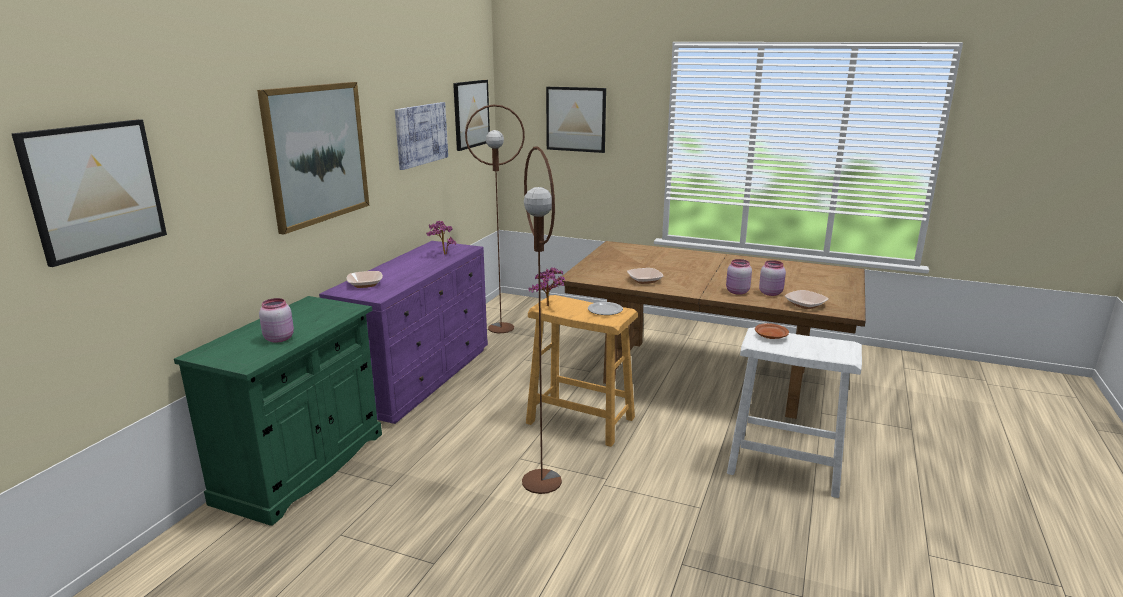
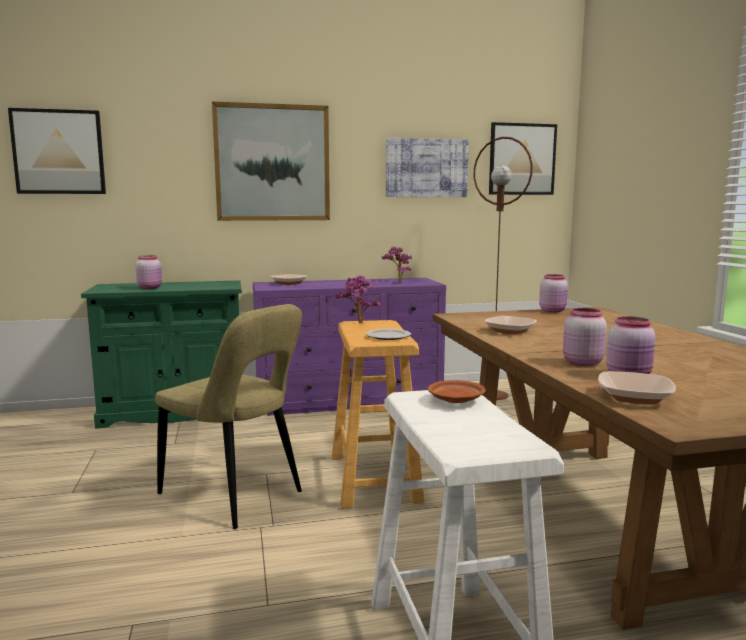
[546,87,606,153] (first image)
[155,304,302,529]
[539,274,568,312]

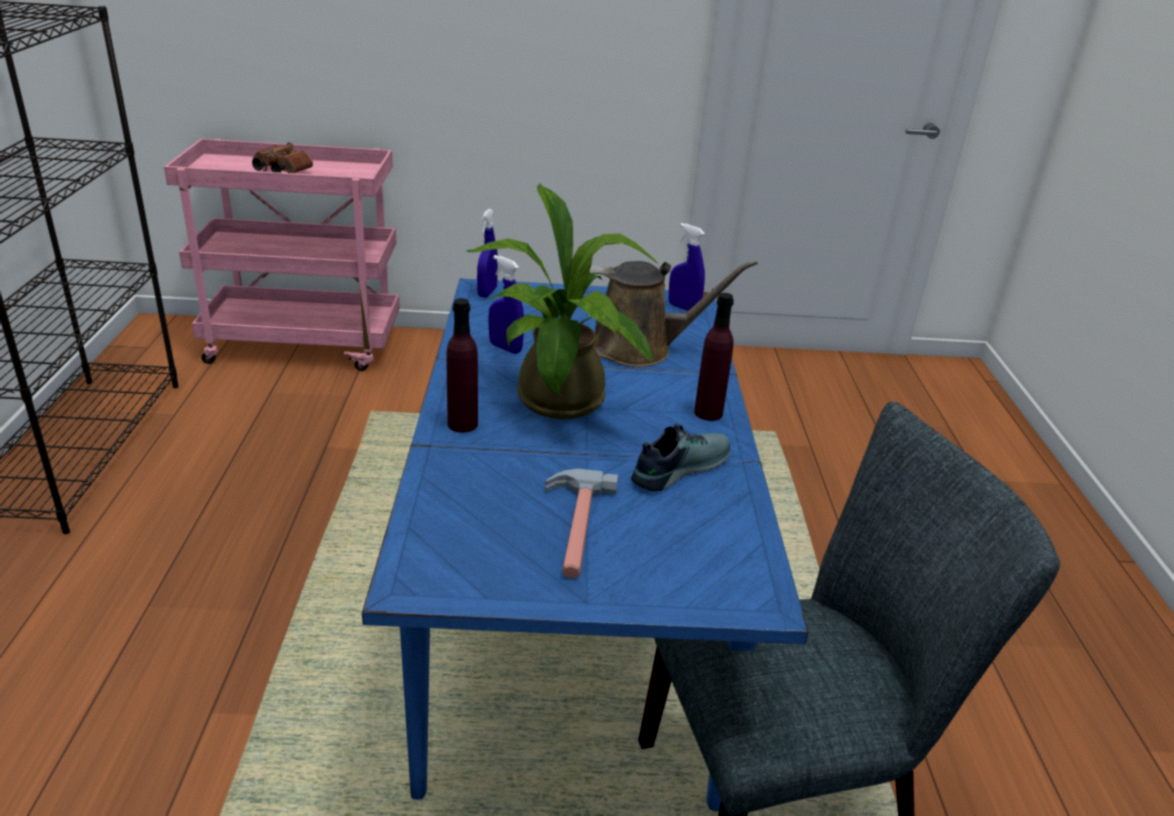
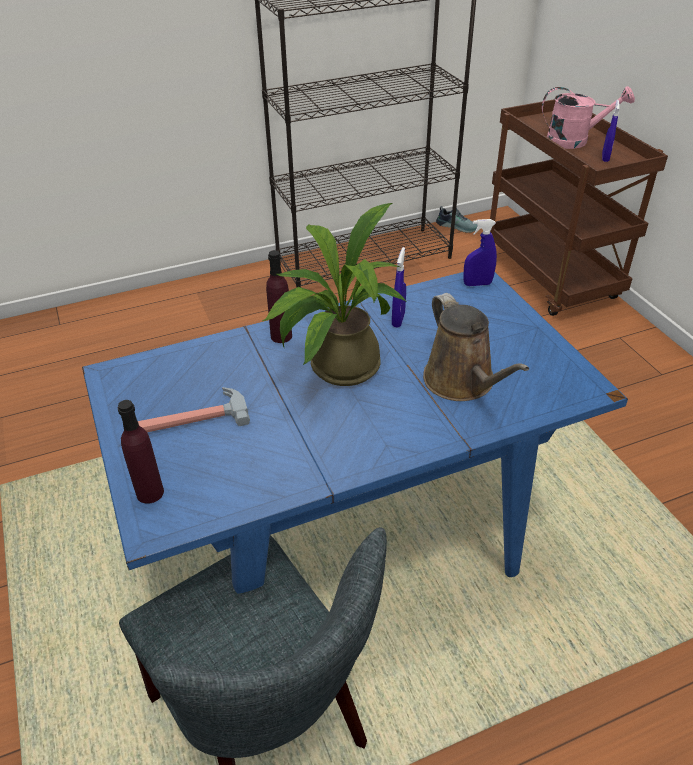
[490,99,668,316]
[542,86,635,149]
[602,100,620,162]
[118,400,164,504]
[436,206,478,233]

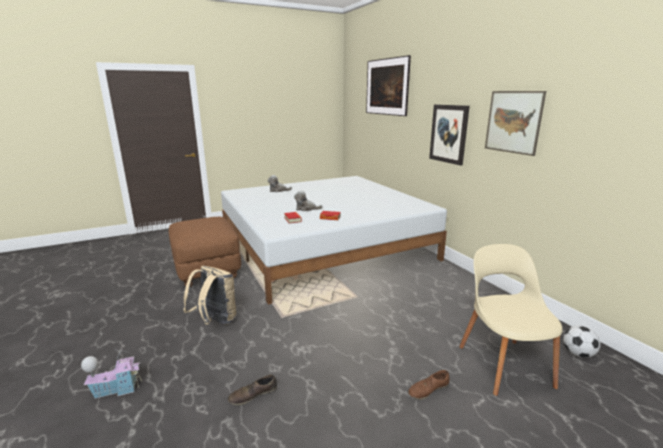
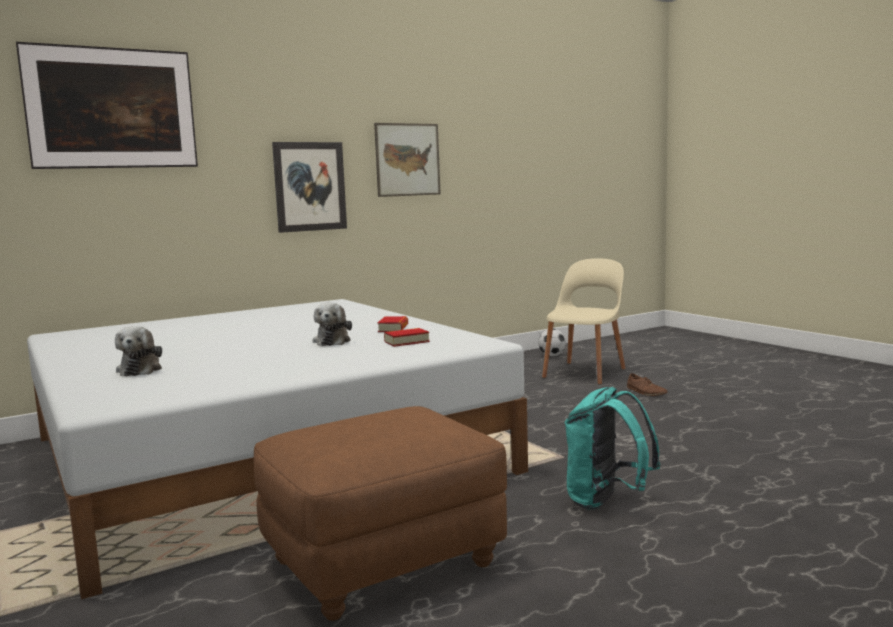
[542,258,626,385]
[564,387,661,510]
[81,349,142,399] (first image)
[228,374,277,405] (first image)

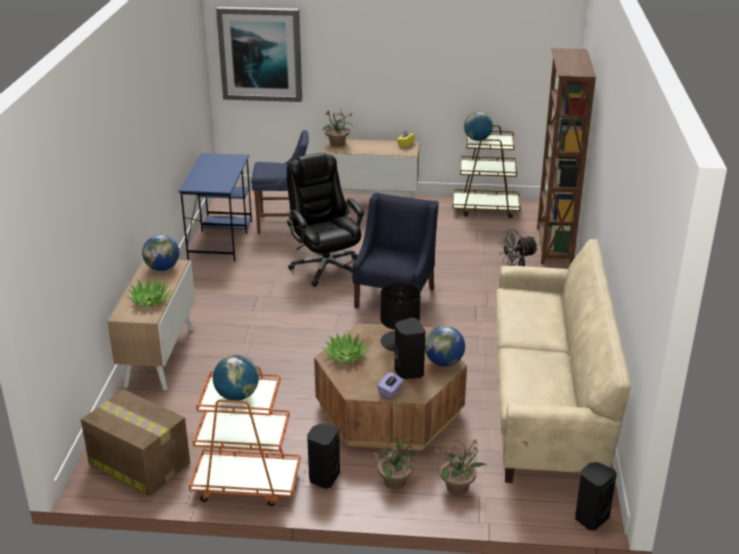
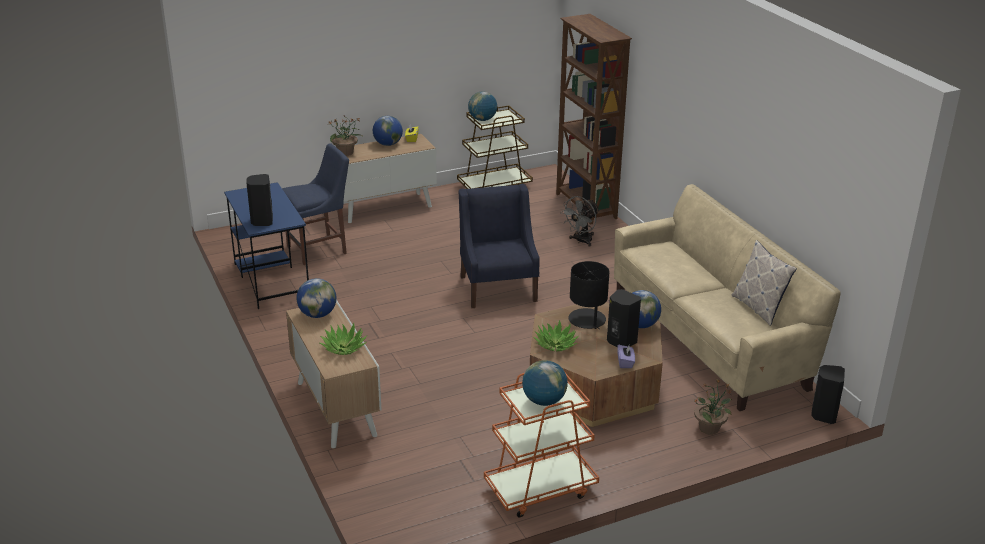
[216,7,302,102] (first image)
[287,153,364,287] (first image)
[81,390,190,496] (first image)
[246,174,273,226]
[372,430,419,489] (first image)
[373,116,403,146]
[731,240,797,326]

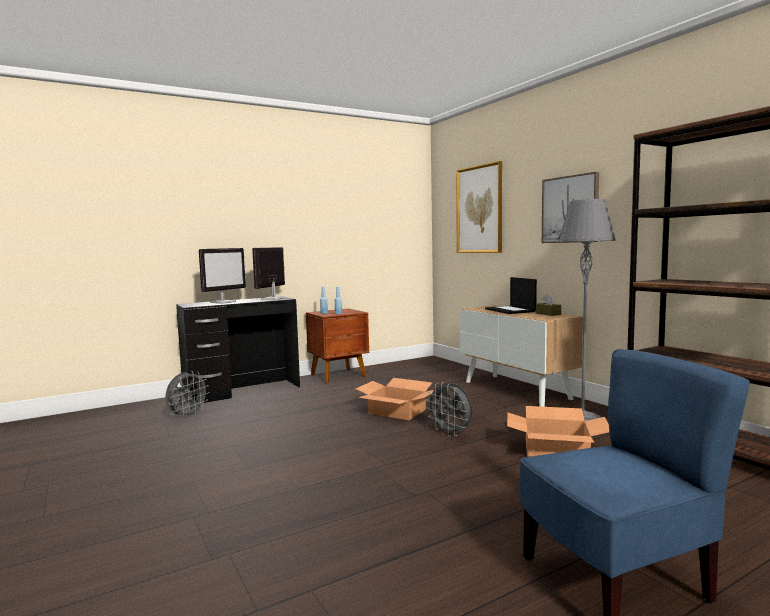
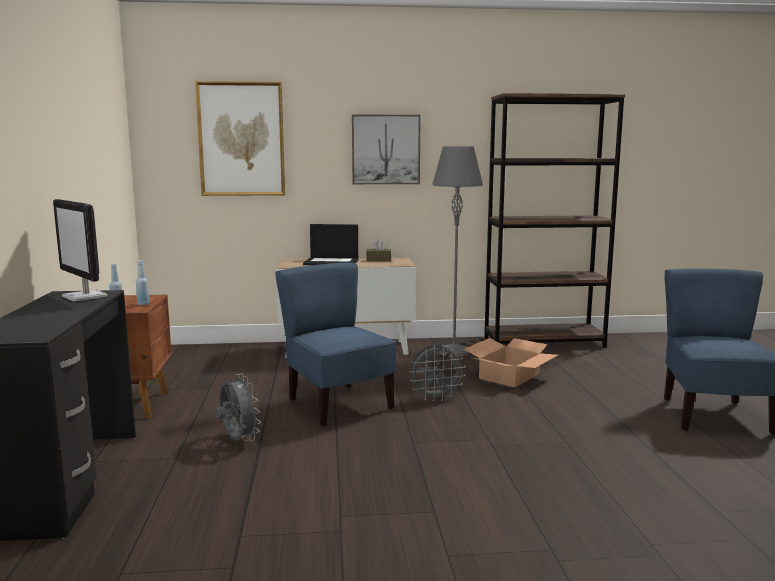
[199,248,246,304] (first image)
[216,374,261,442]
[275,263,397,427]

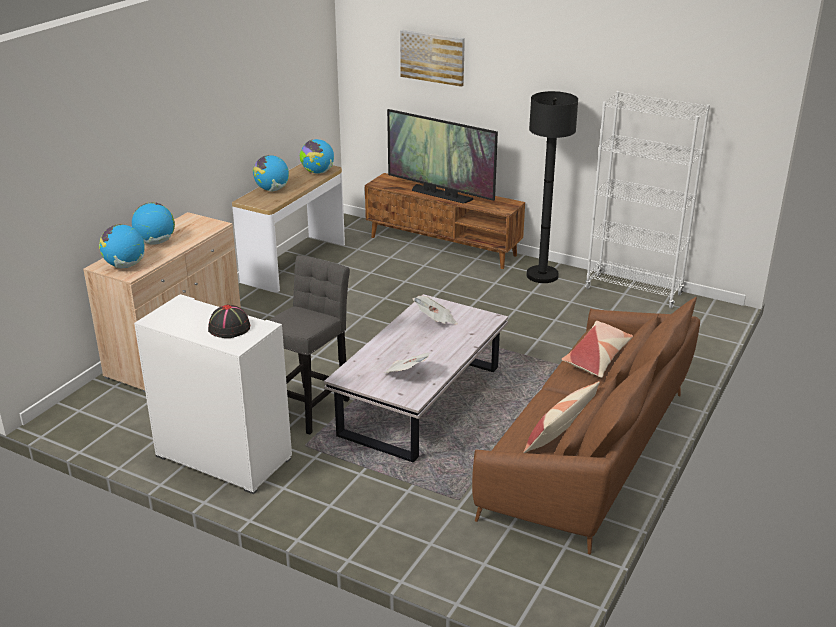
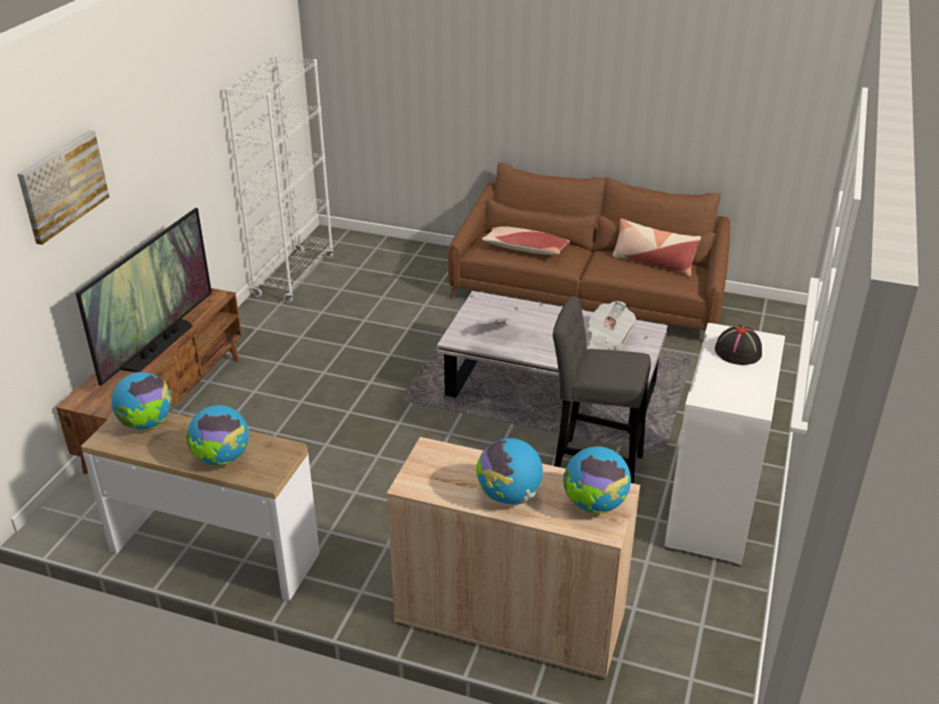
[526,91,578,283] (first image)

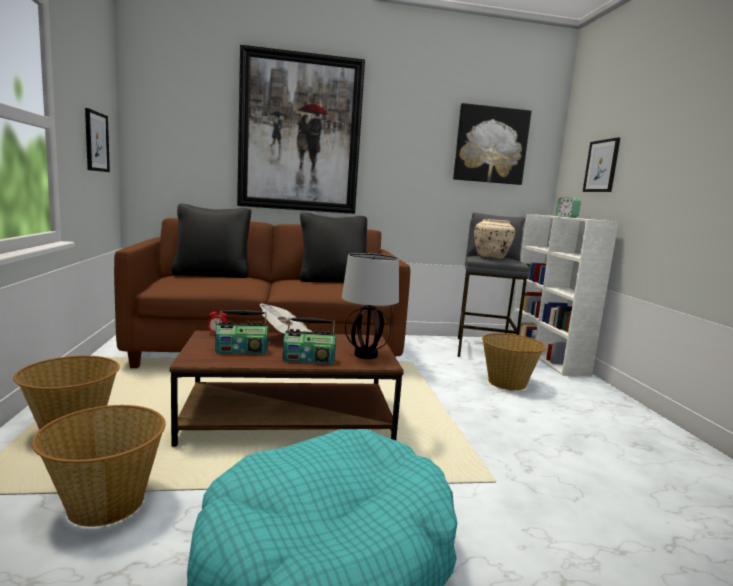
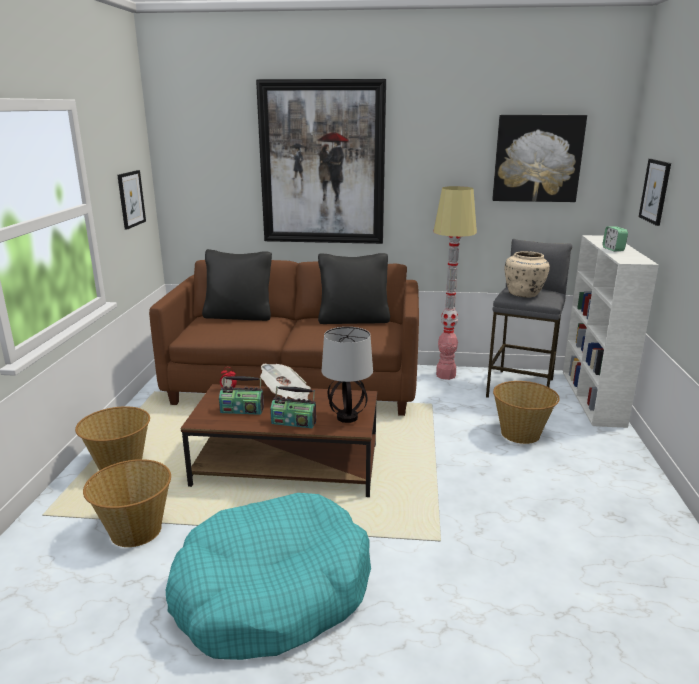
[433,186,477,380]

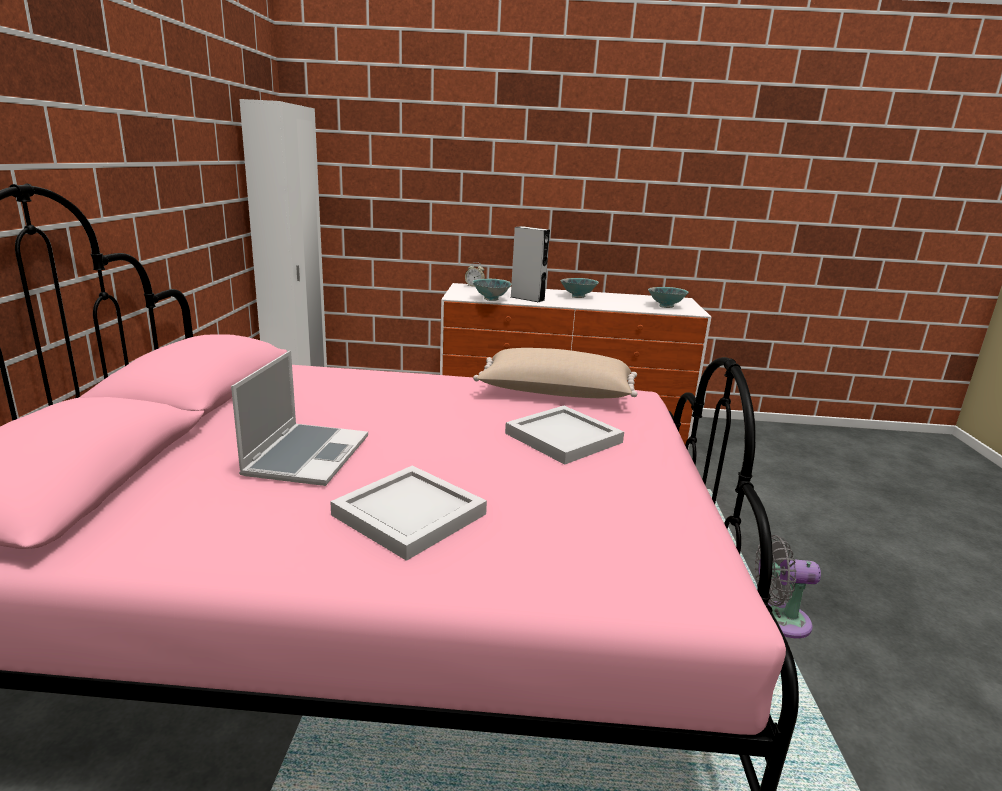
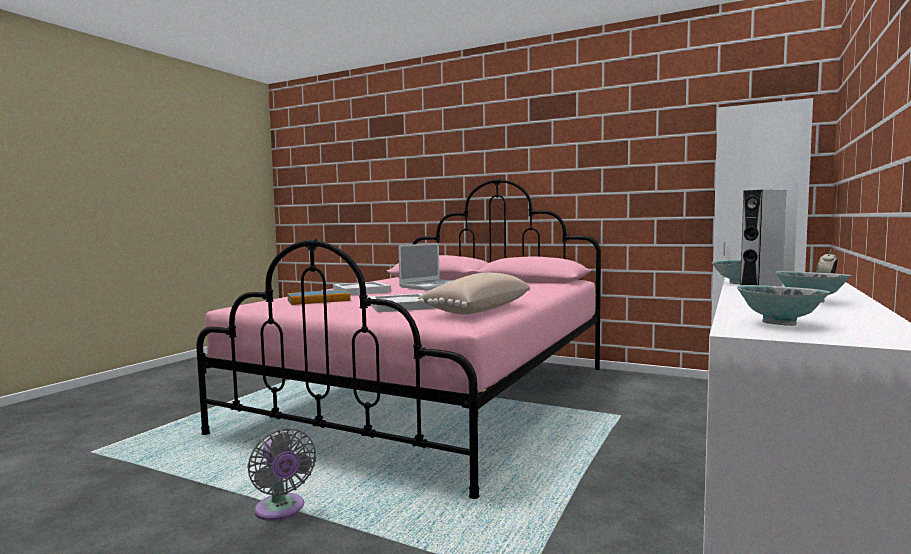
[398,243,453,290]
[247,428,316,521]
[287,290,350,305]

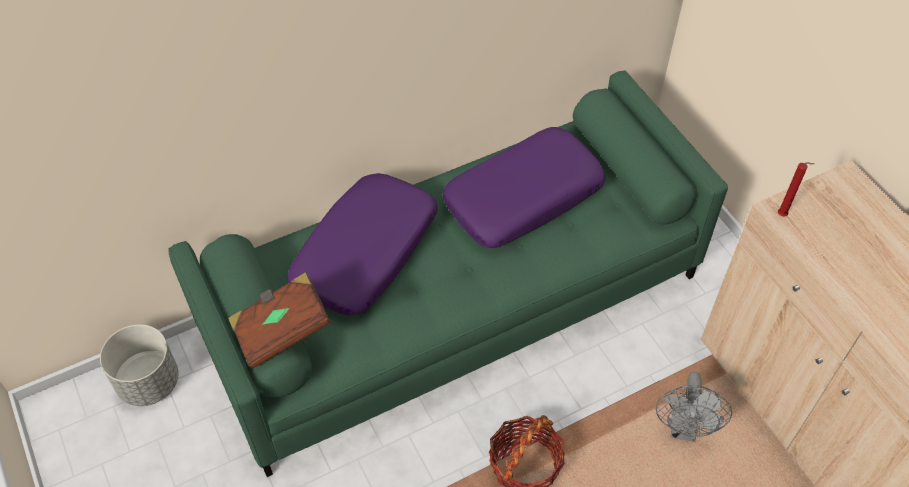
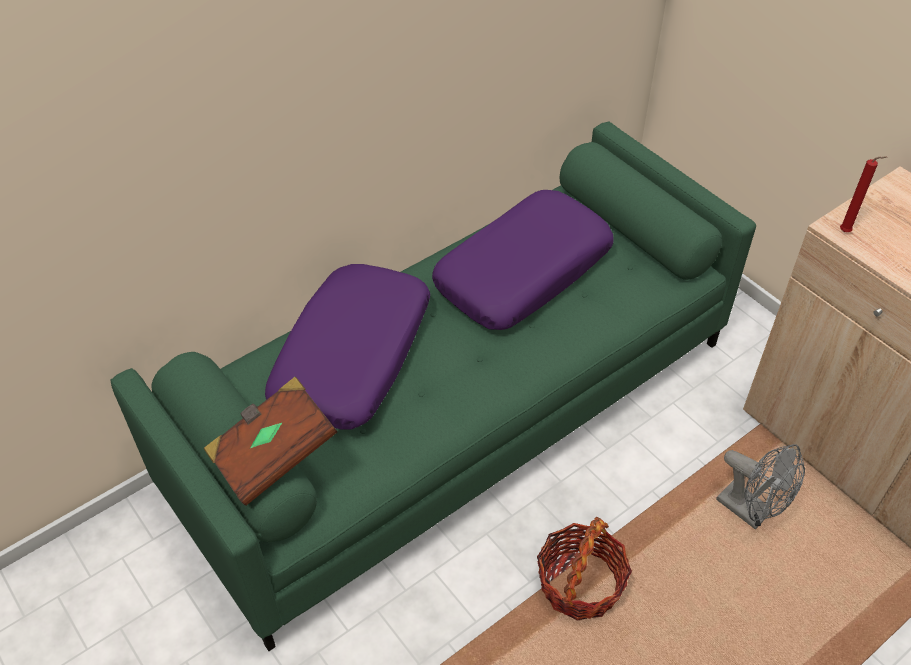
[100,324,179,406] (first image)
[716,444,805,529]

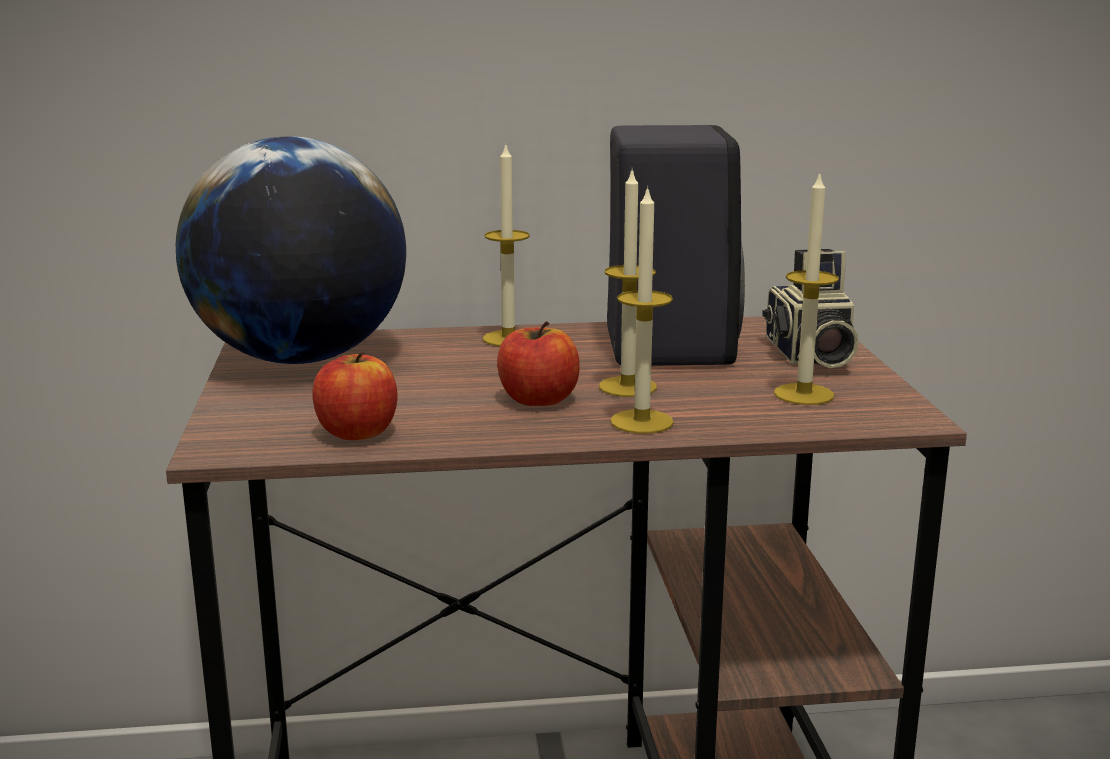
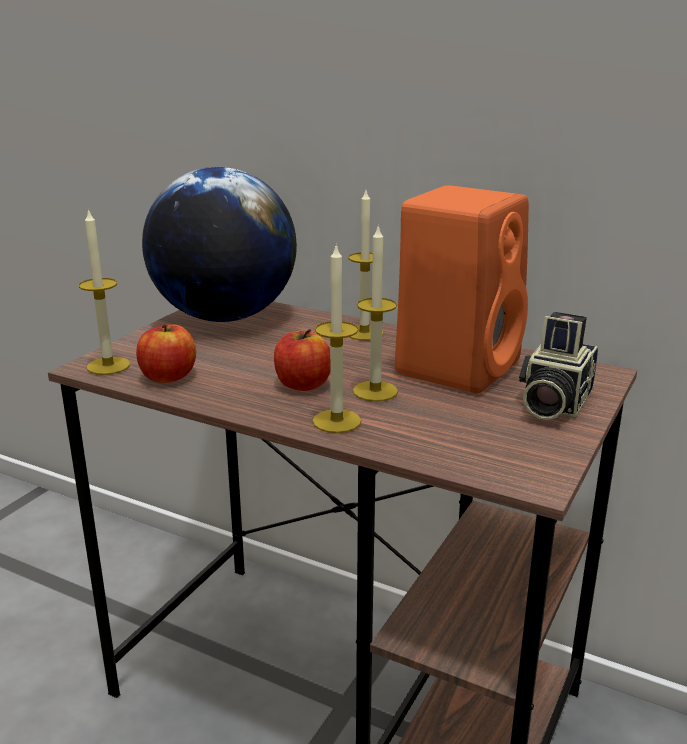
[395,185,529,394]
[79,208,130,375]

